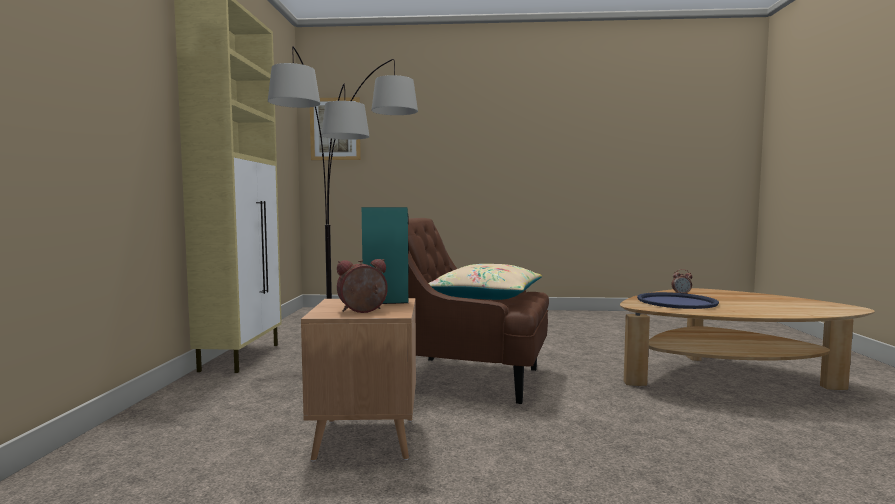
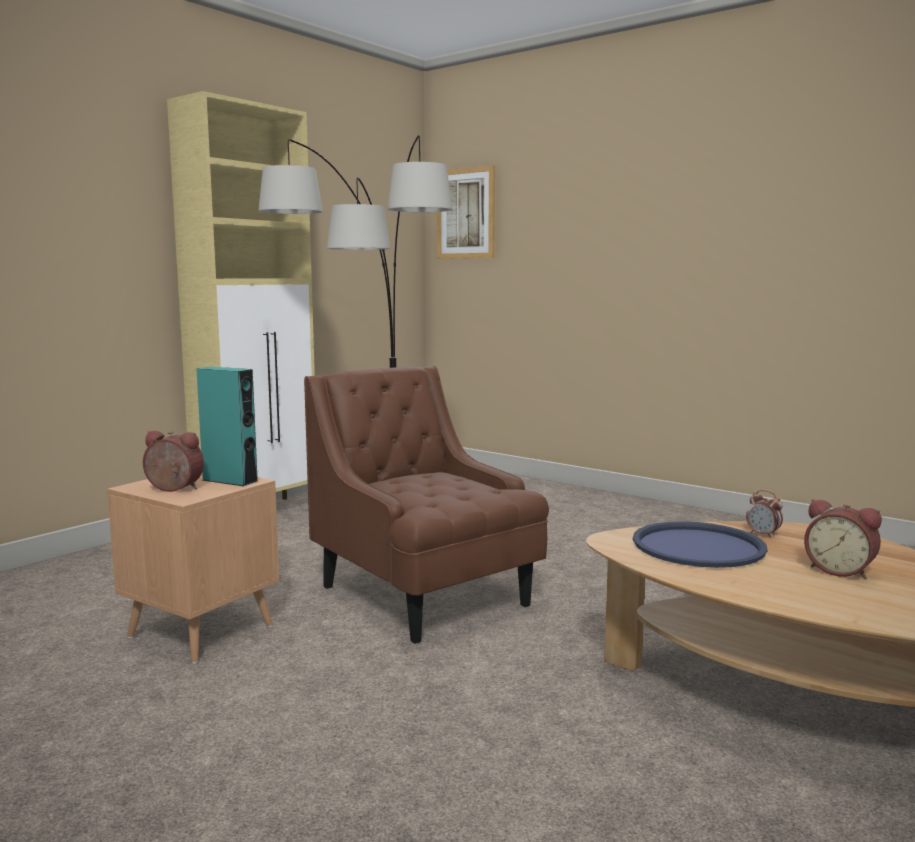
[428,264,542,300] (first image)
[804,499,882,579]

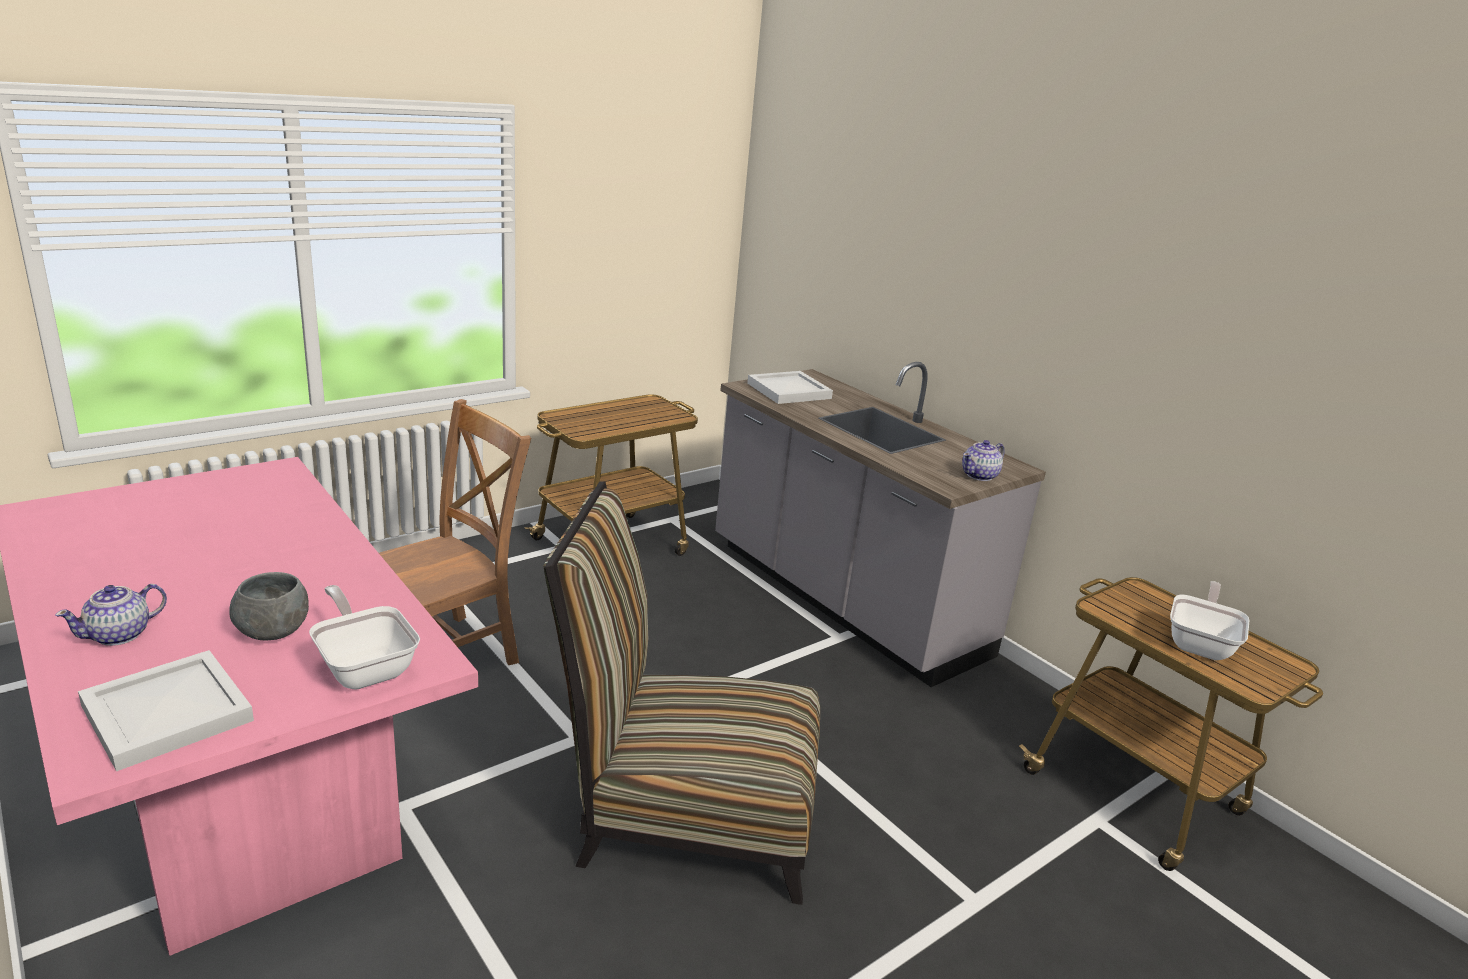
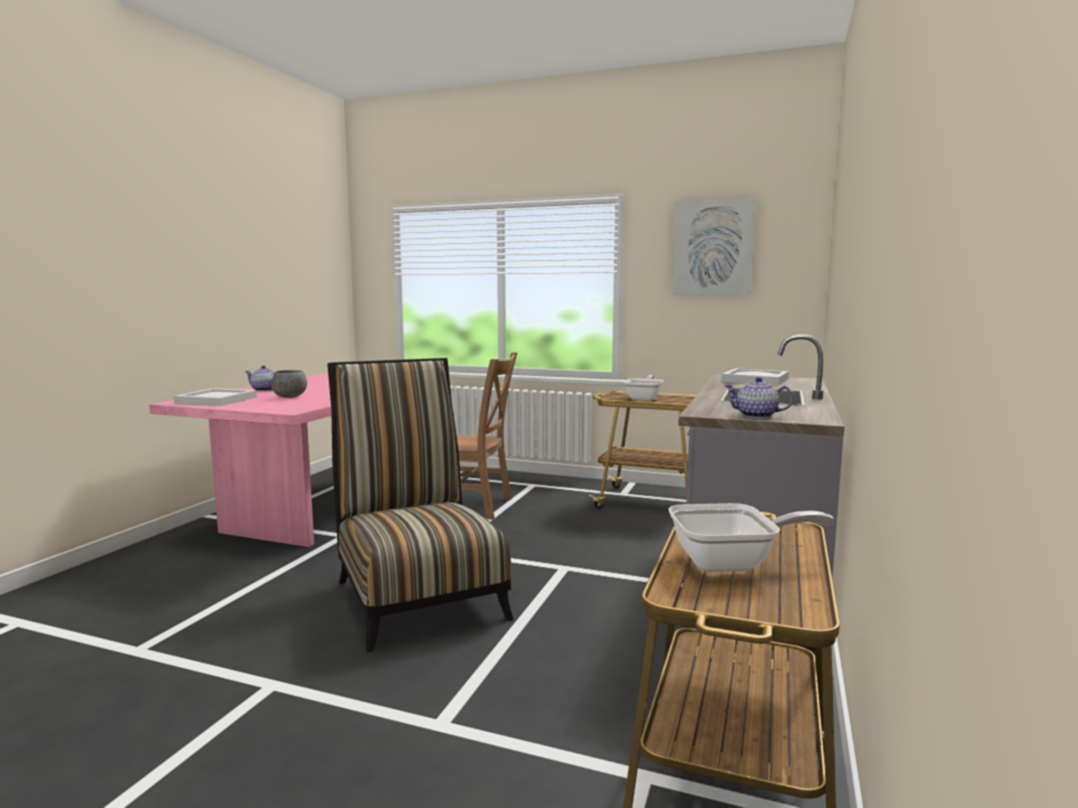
[624,375,664,401]
[672,199,756,295]

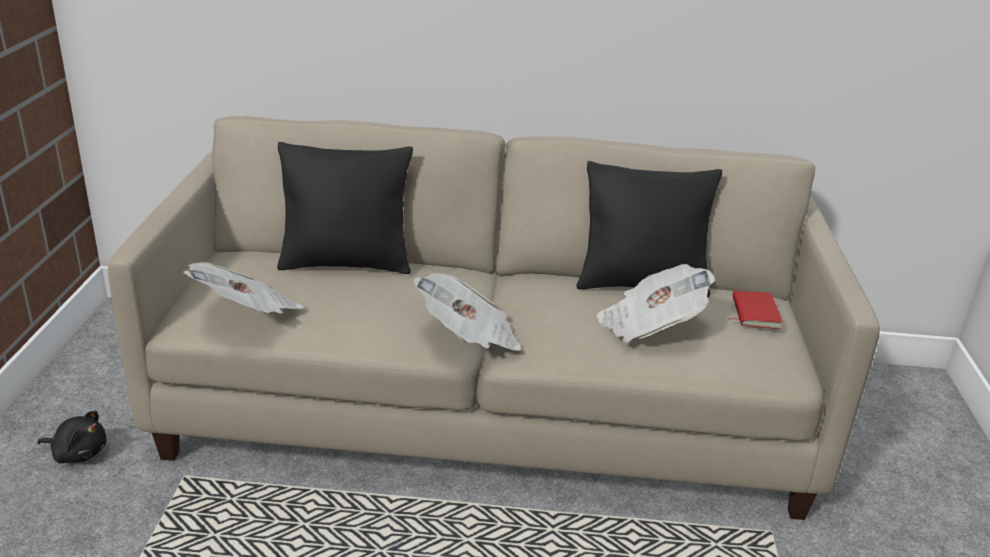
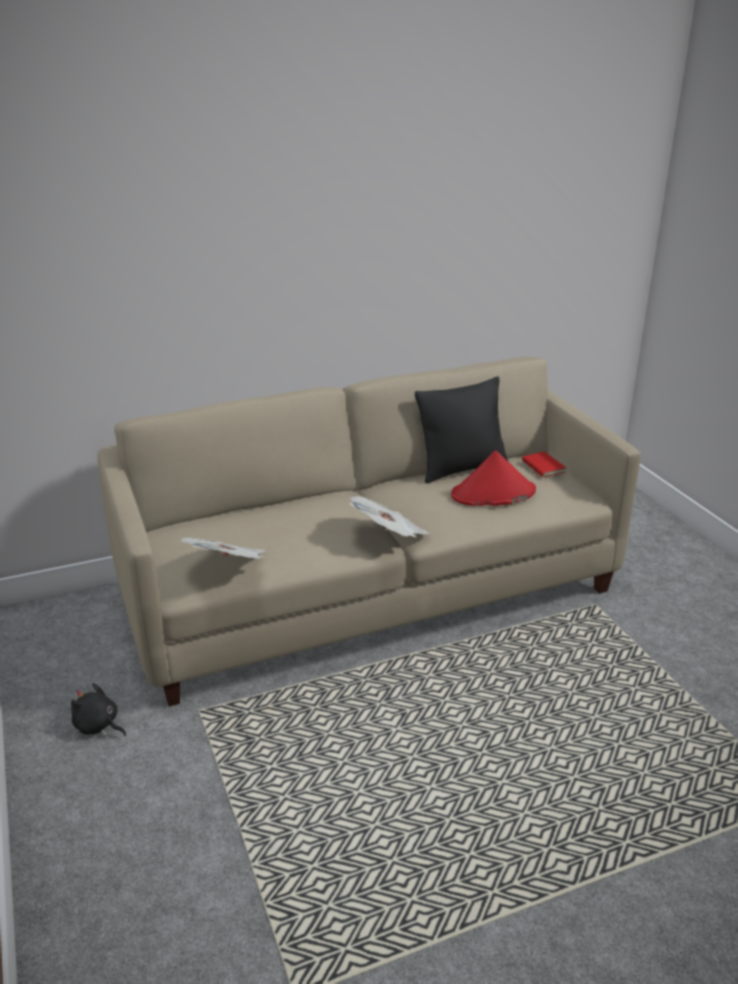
[277,142,413,274] (first image)
[451,450,536,506]
[71,683,126,736]

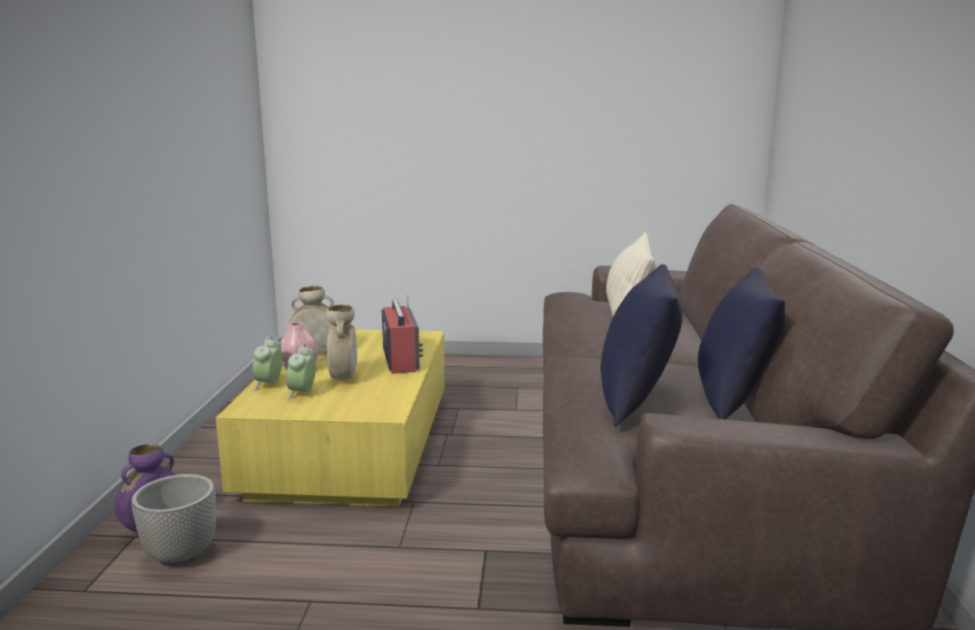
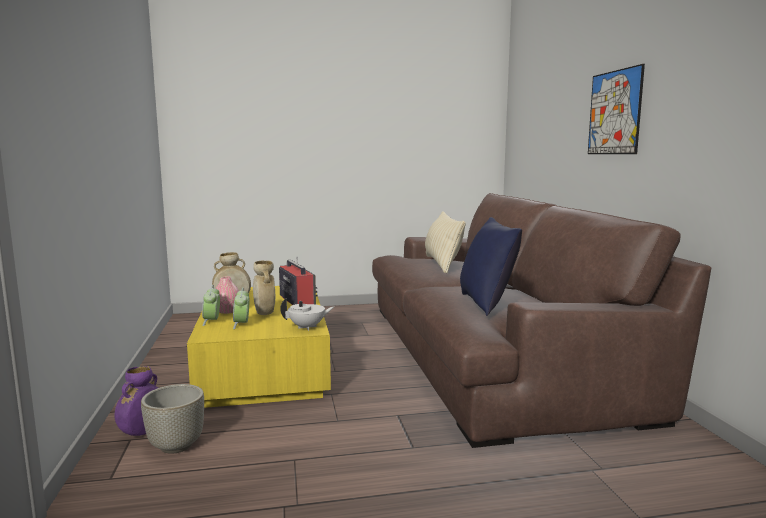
[698,267,785,419] (first image)
[588,64,645,154]
[280,298,334,331]

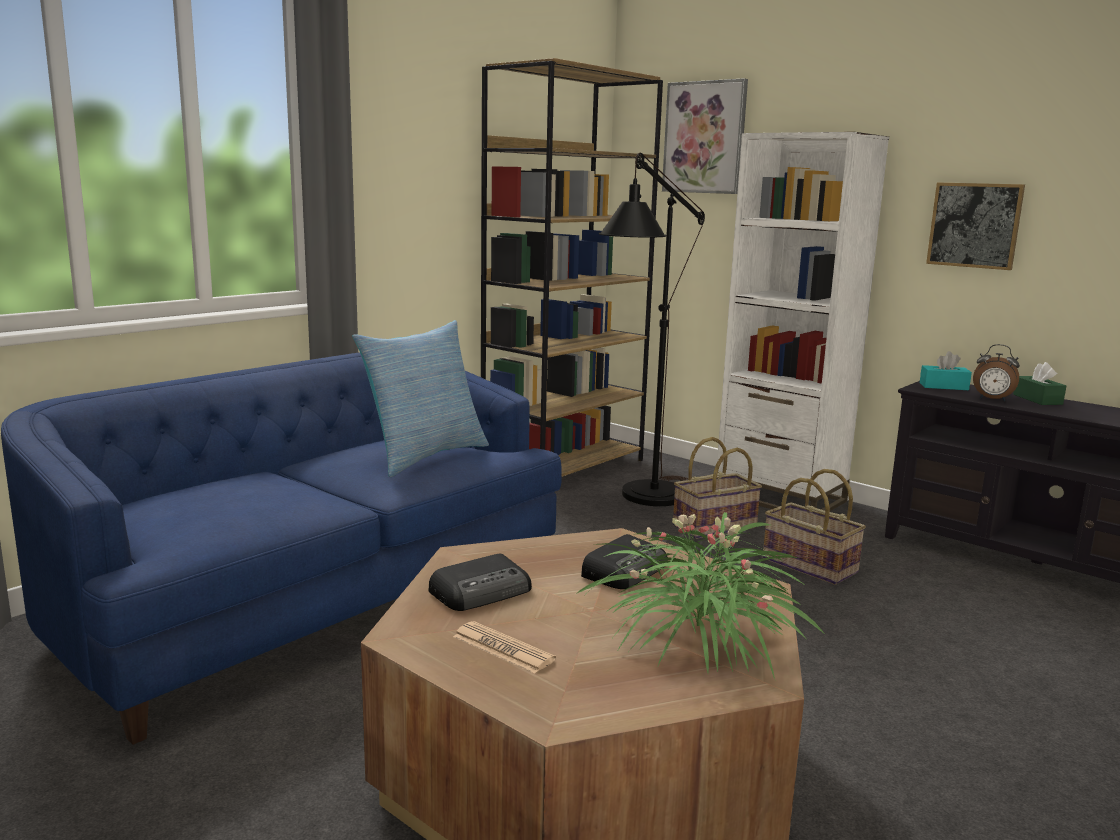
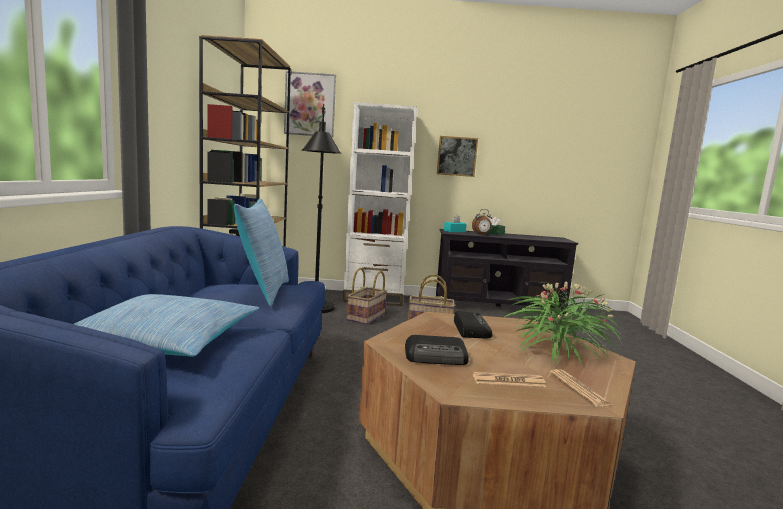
[405,335,469,365]
[74,294,259,357]
[549,369,611,407]

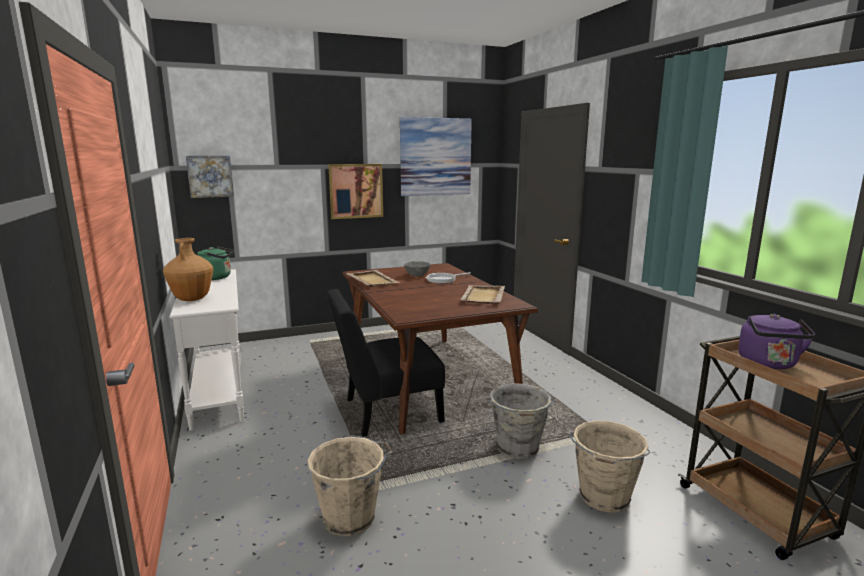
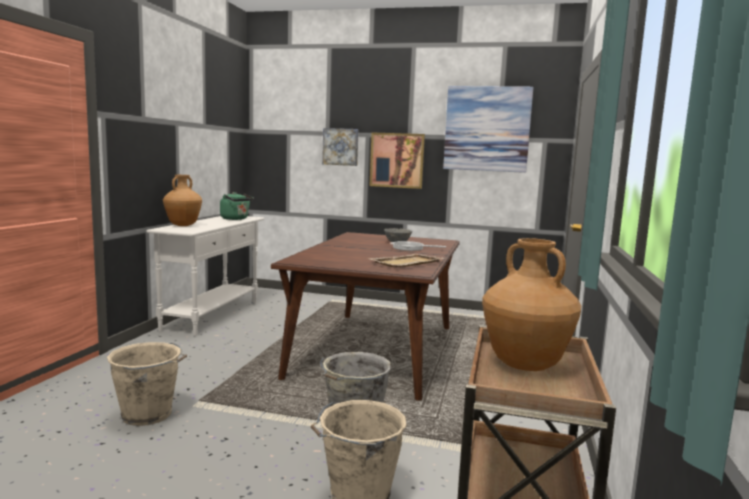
[322,128,359,166]
[346,270,398,287] (first image)
[327,289,445,437] (first image)
[482,238,581,371]

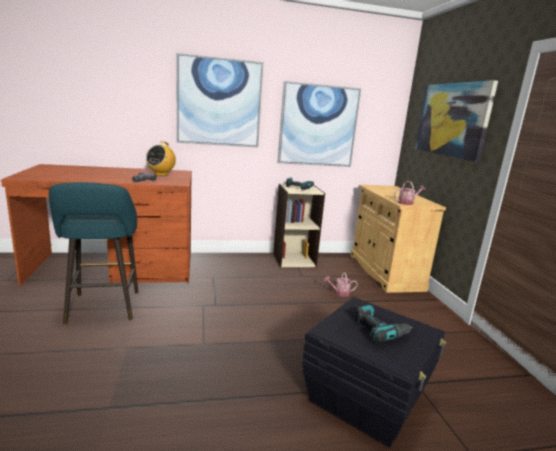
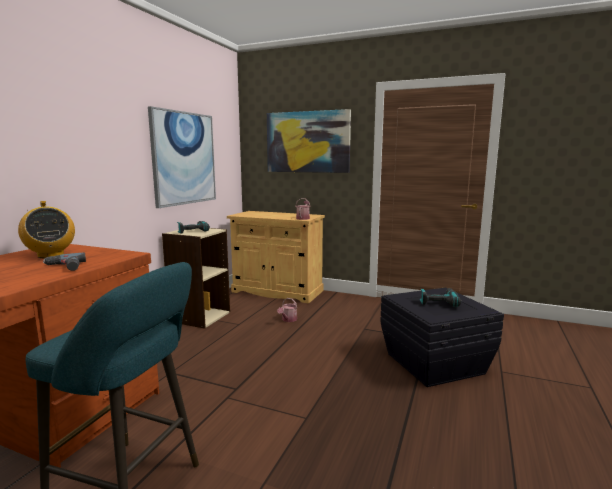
[176,53,264,148] (first image)

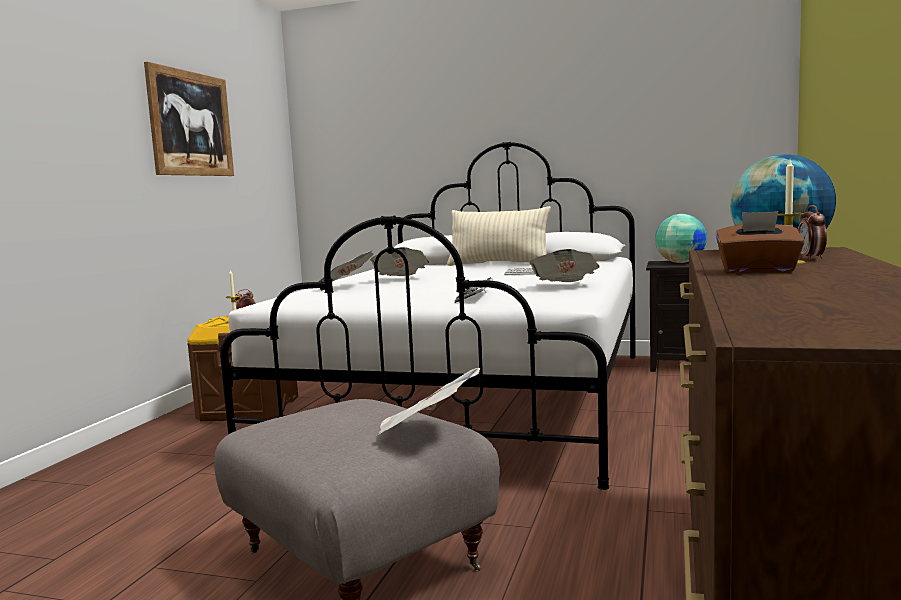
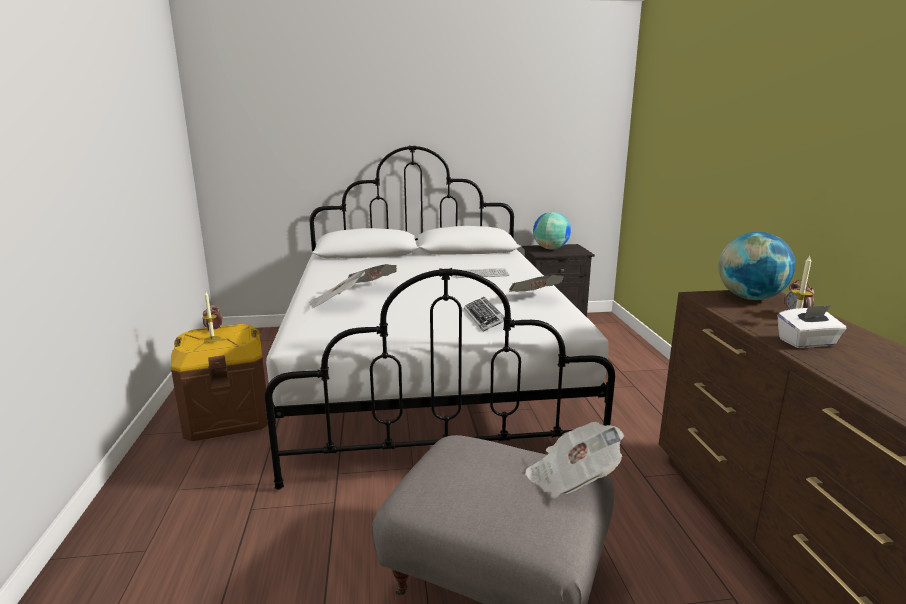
[144,62,234,176] (first image)
[447,206,551,266] (first image)
[778,306,846,348]

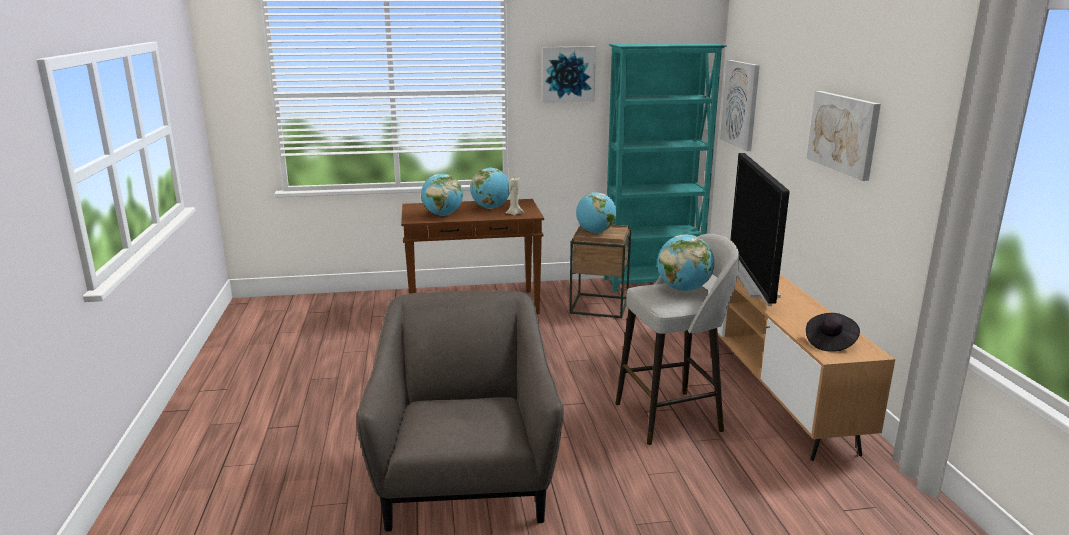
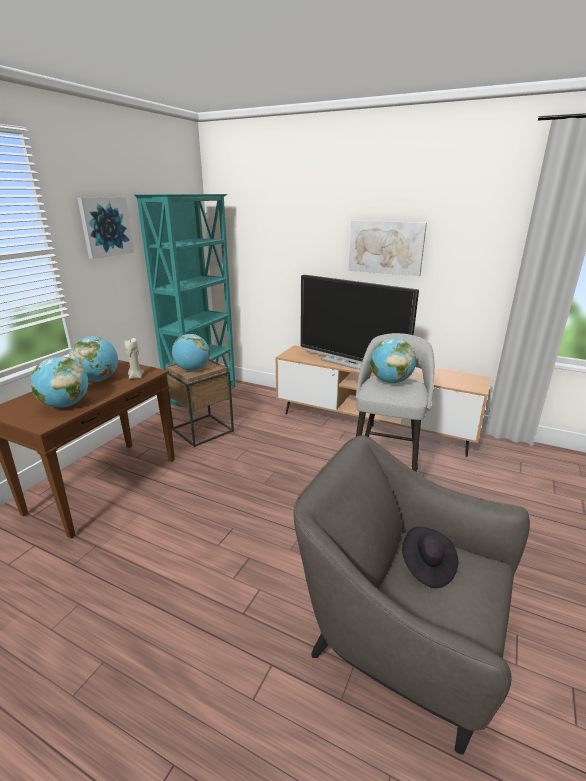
[720,60,760,151] (first image)
[402,527,458,588]

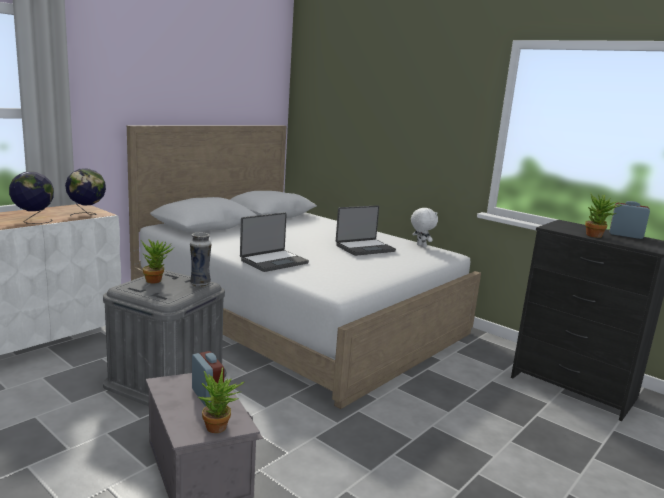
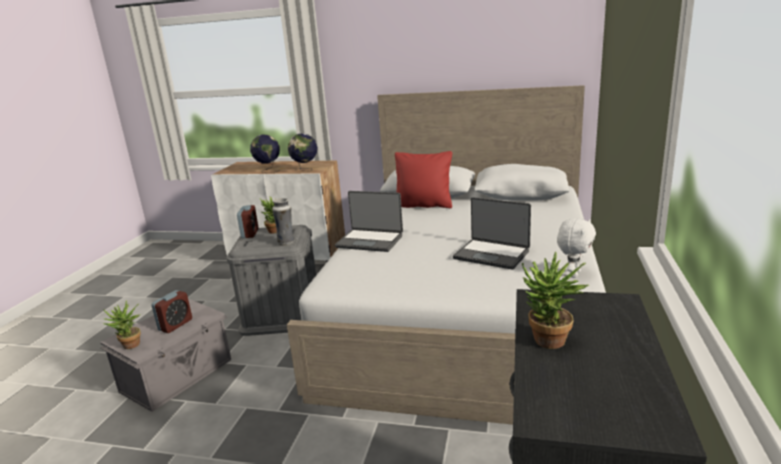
[237,205,259,238]
[395,151,452,208]

